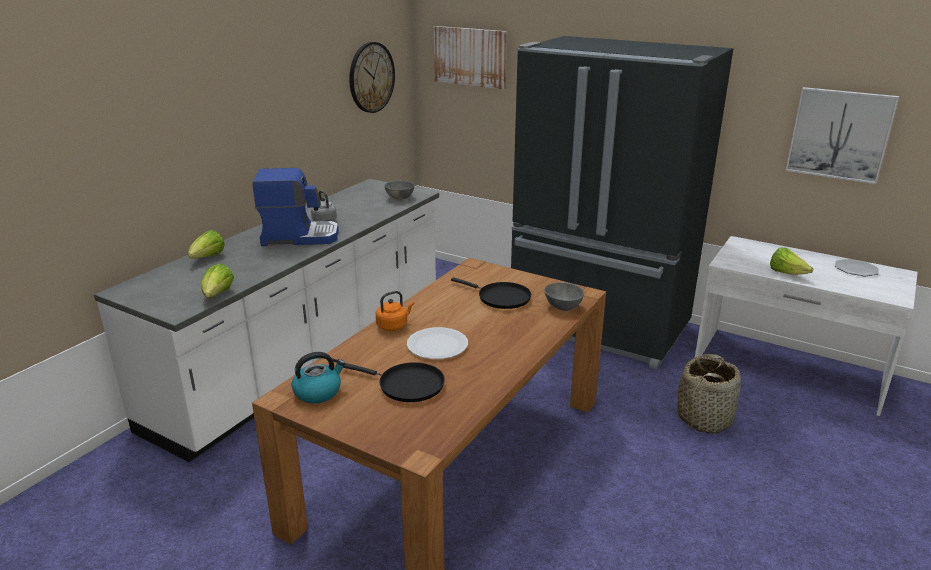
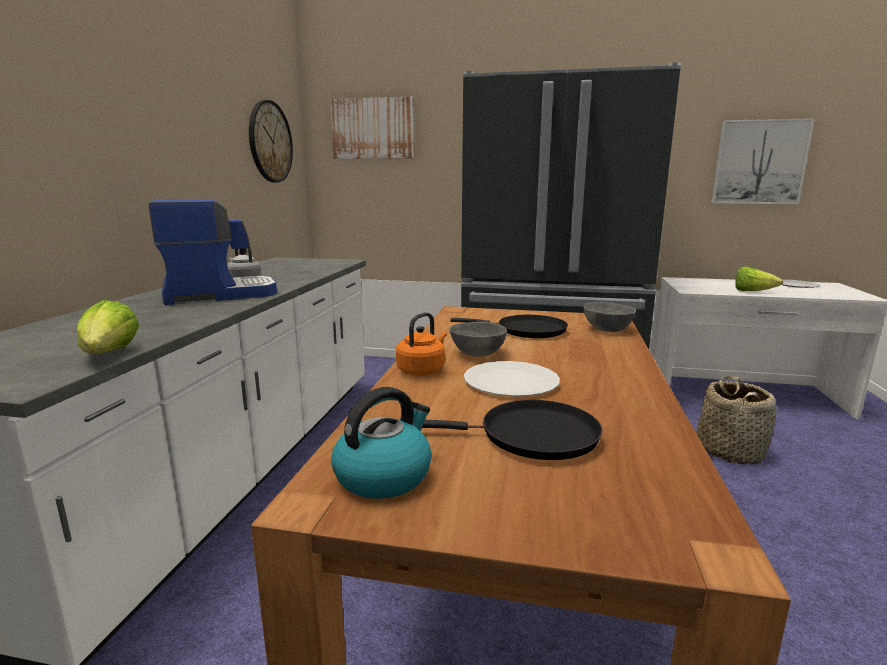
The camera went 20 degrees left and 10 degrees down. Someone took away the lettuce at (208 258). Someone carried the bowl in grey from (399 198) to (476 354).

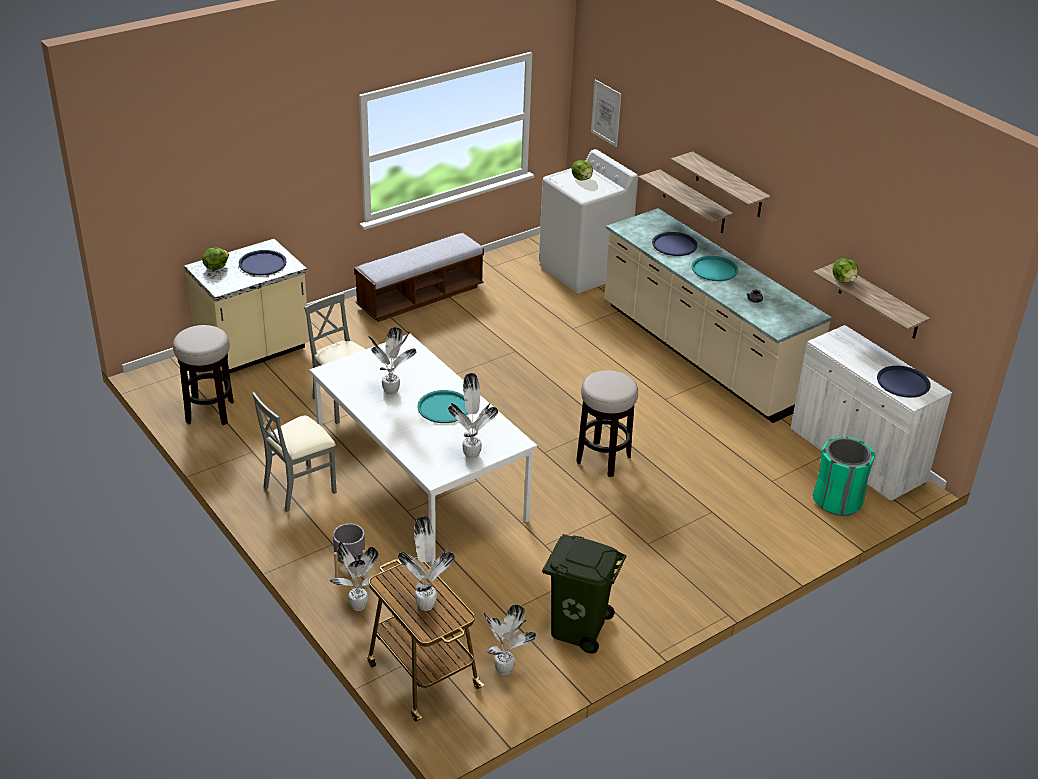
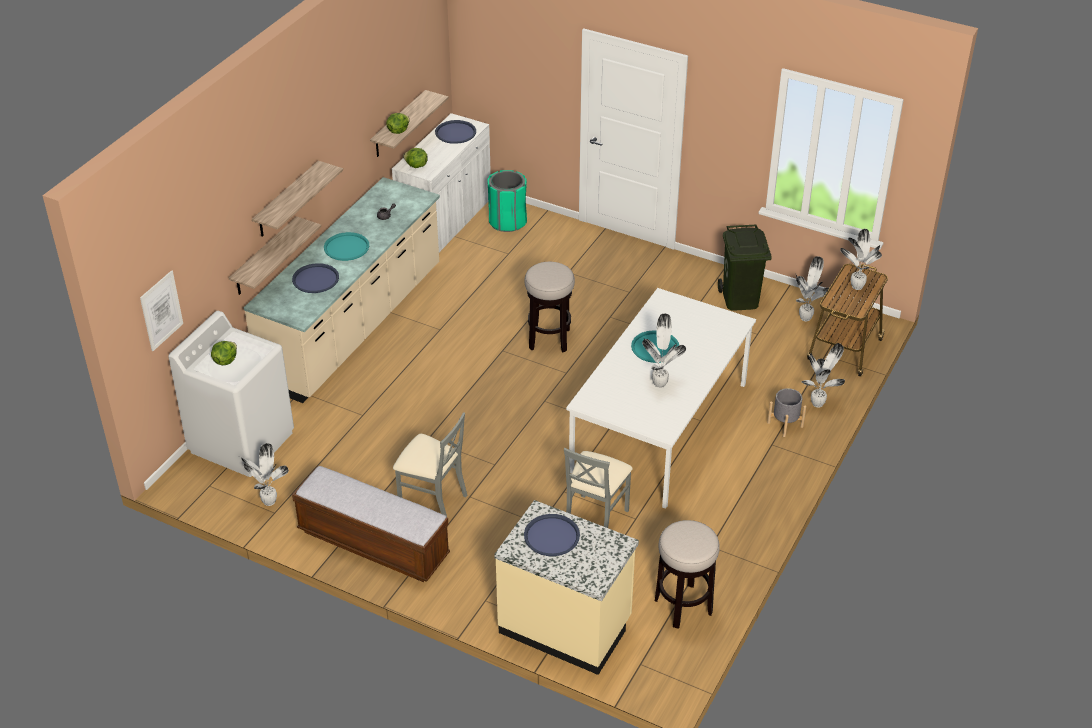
The camera went 115 degrees left and 5 degrees up. Someone carried the lettuce from (216 267) to (416 166). Someone carried the chair in grey from (300 488) to (432 500). Someone carried the potted plant from (471 453) to (268 502).

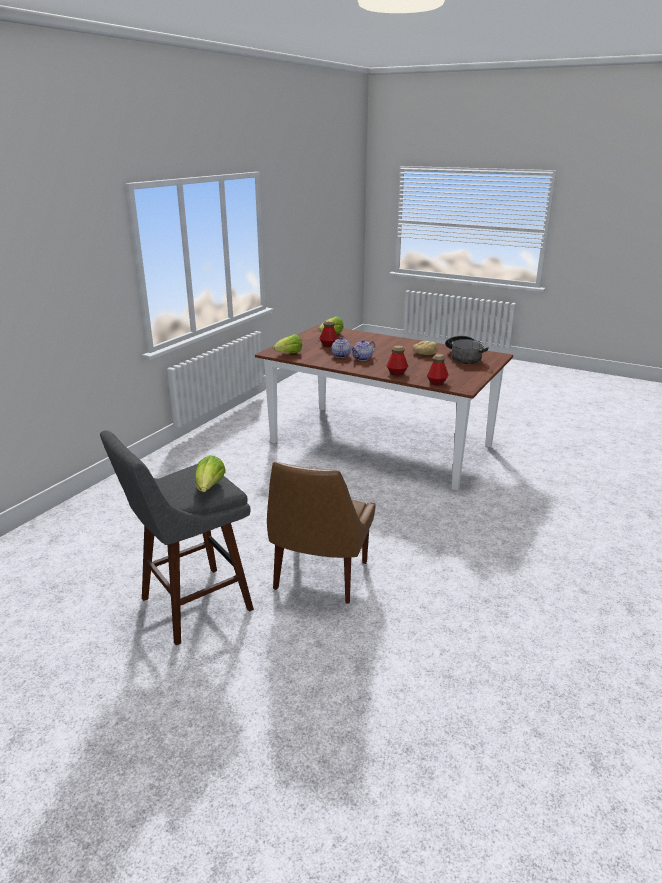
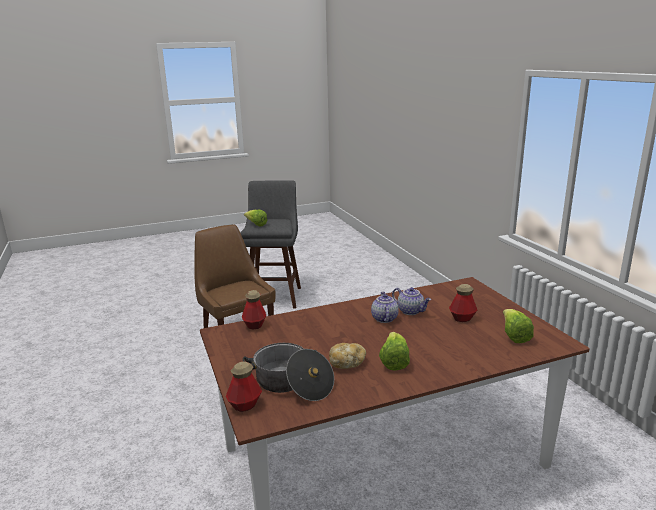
The camera went 130 degrees right and 5 degrees down. Someone carried the lettuce from (289 354) to (394 362). Someone carried the bottle from (397 373) to (245 405).

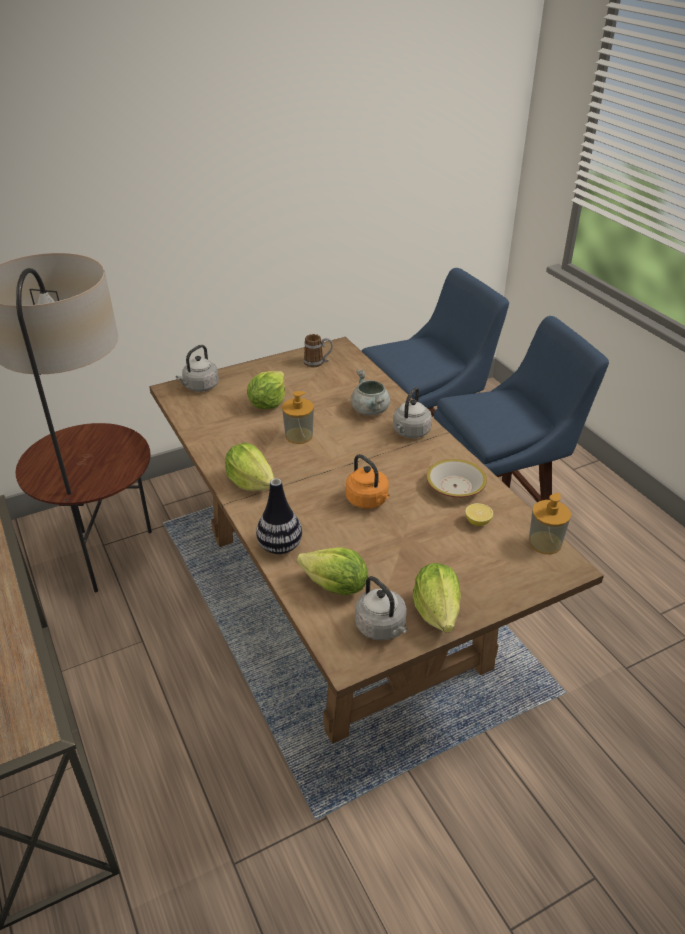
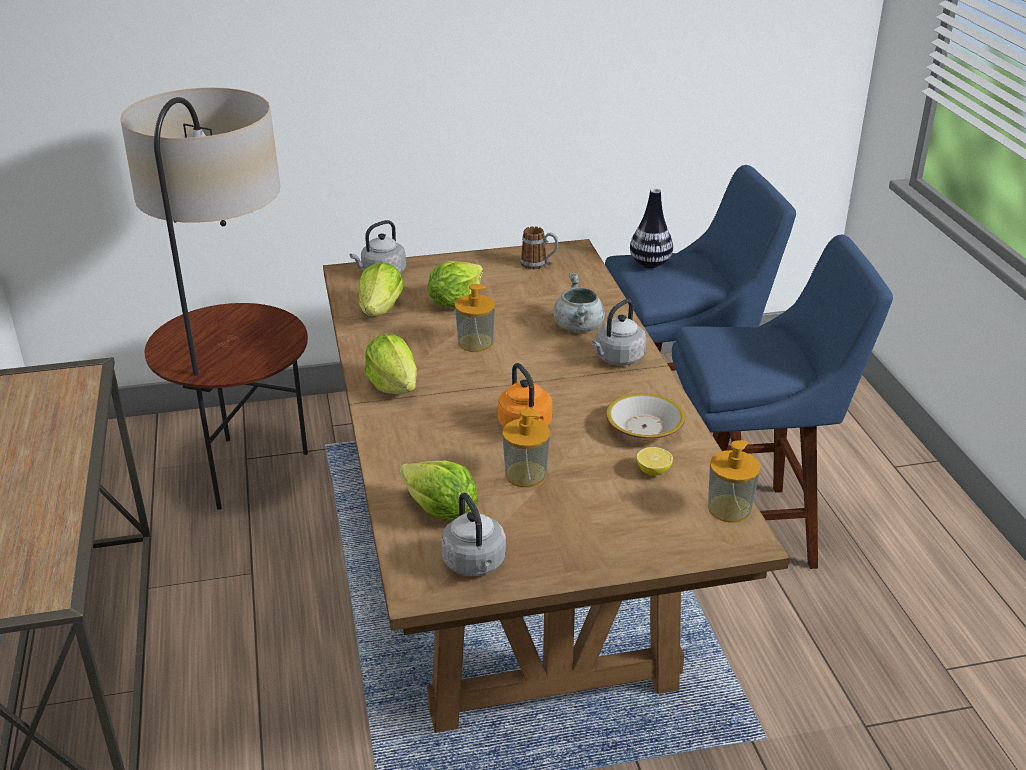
The camera went 15 degrees right and 5 degrees down. Someone put down the soap dispenser at (525 474). Someone carried the vase from (280 546) to (650 264). Someone carried the lettuce from (437 611) to (381 309).

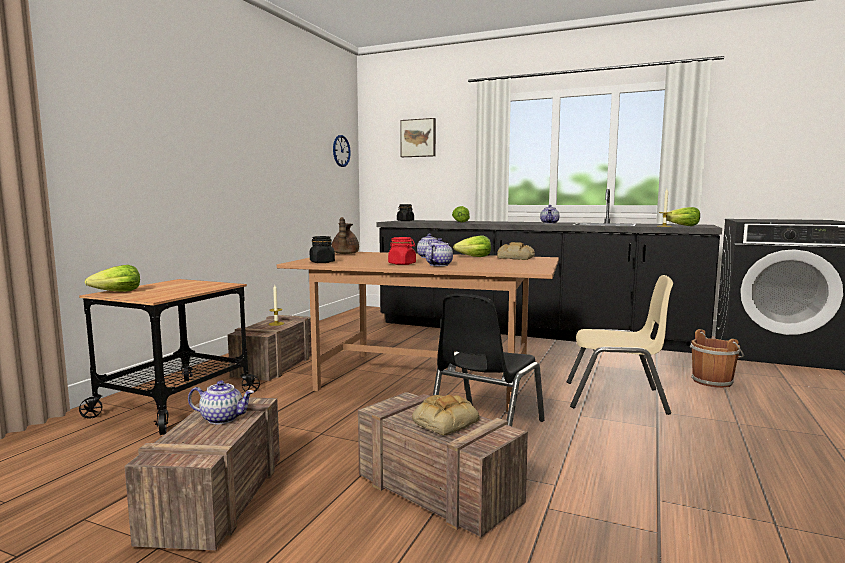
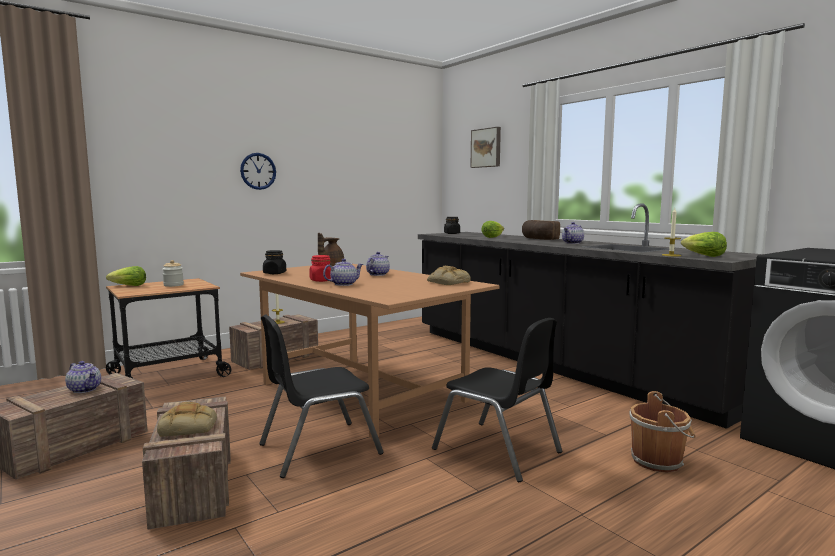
The camera went 30 degrees right and 0 degrees up. Someone took away the lettuce at (474 257). Someone put down the jar at (173 285). Someone put down the bread at (538 239). Someone carried the wall clock from (341 151) to (258 171). Someone repainted the chair in beige at (615 398), which became the chair in black at (497 451).

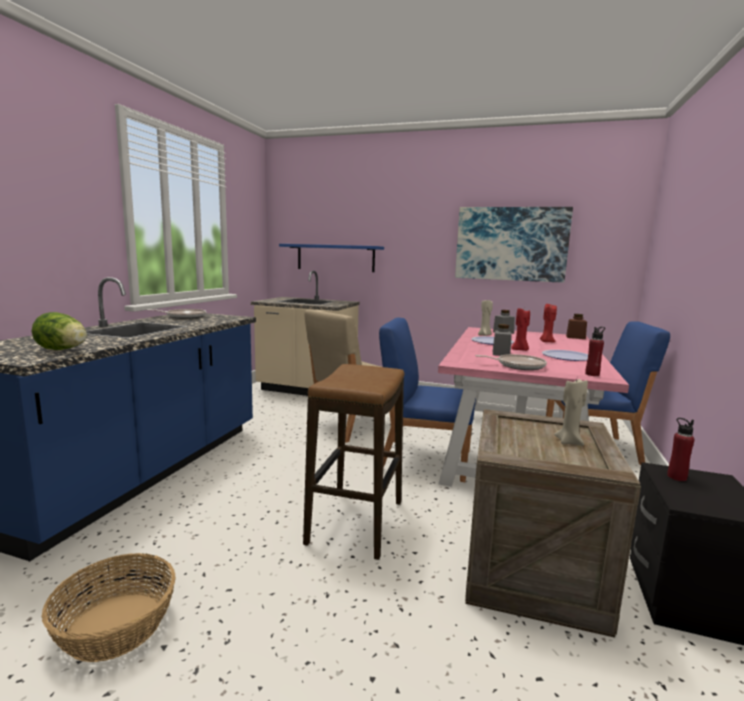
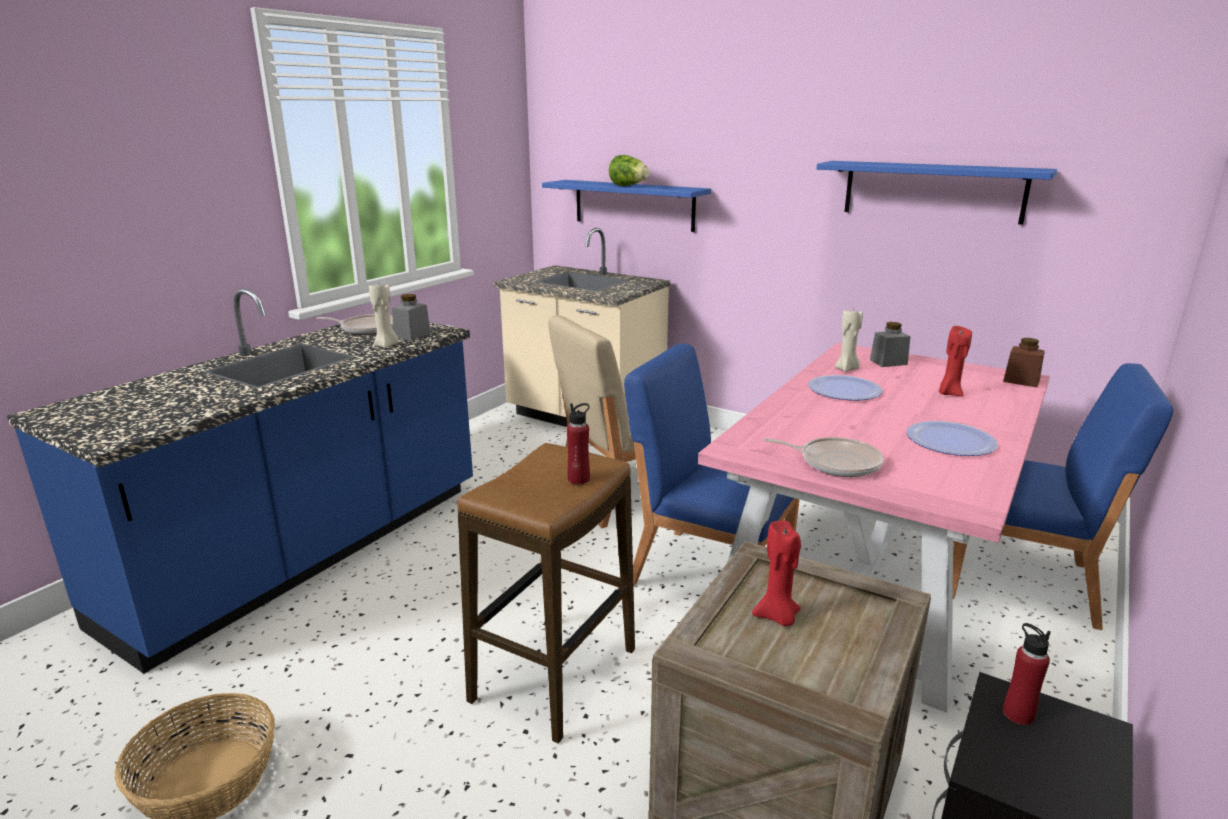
The camera went 15 degrees right and 10 degrees up. Someone carried the lettuce from (64 350) to (628 186). Someone carried the jar in grey from (501 353) to (412 335). Someone carried the candle in red from (520 350) to (777 617). Someone carried the candle in beige from (569 442) to (386 345). Someone carried the bottle in red from (592 374) to (579 479). Someone swapped the picture at (511 244) for the shelf in blue at (933 191).

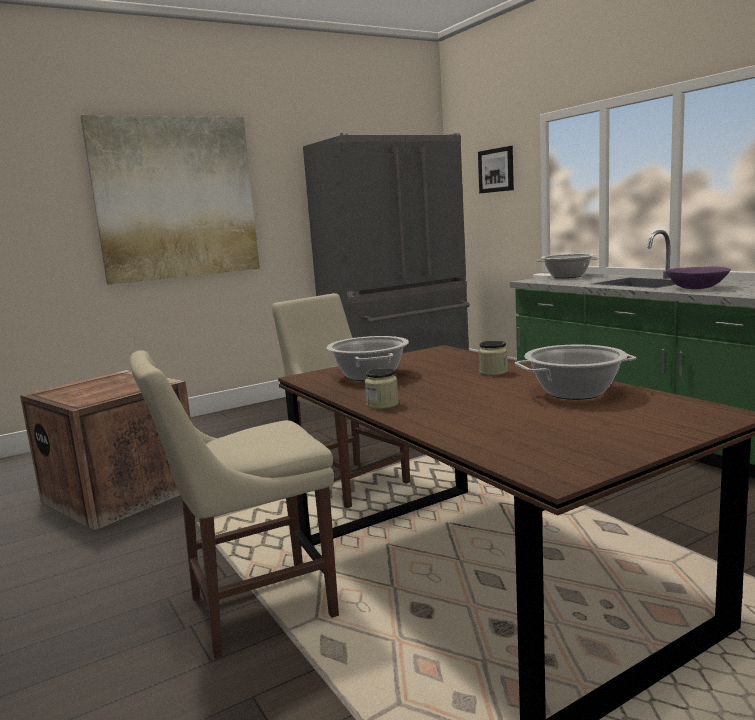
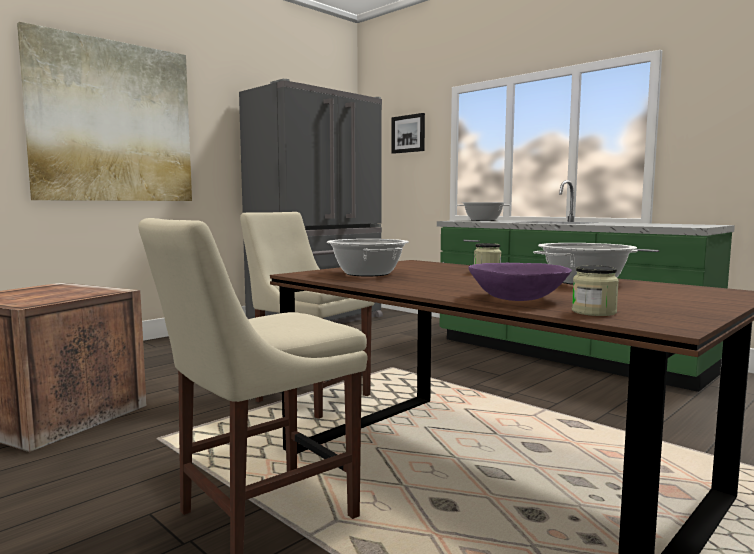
The camera went 15 degrees left and 5 degrees down. Someone carried the jar from (382 404) to (593 312). Someone carried the bowl in purple from (696 288) to (517 299).

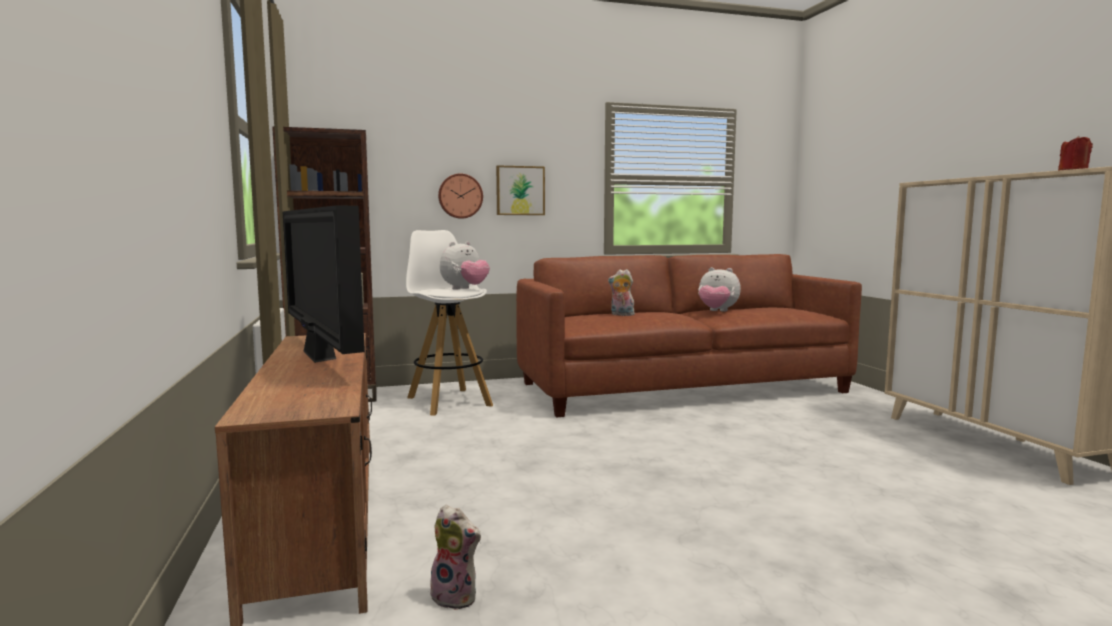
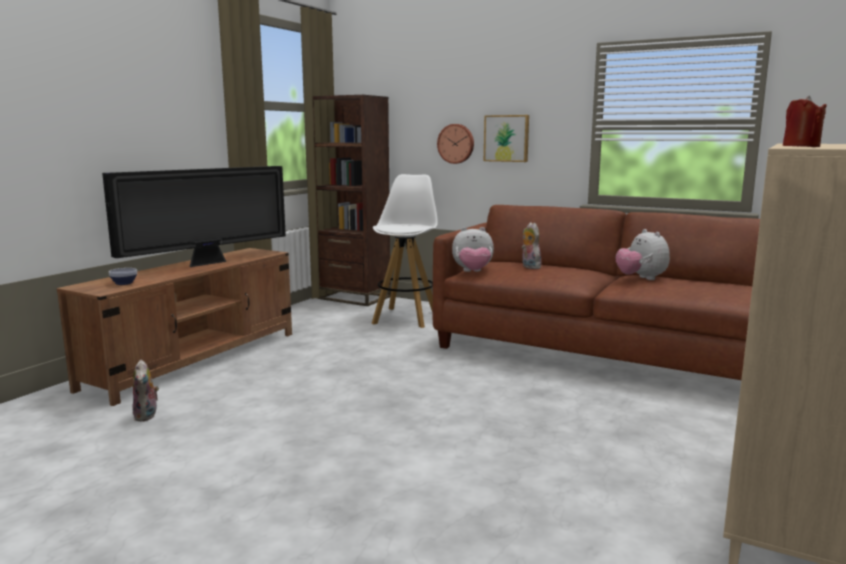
The camera went 45 degrees right and 5 degrees up. Someone put down the bowl at (124 283). Someone carried the plush toy from (465 289) to (473 272). Someone rotated the television at (318 356) by 150 degrees counterclockwise.

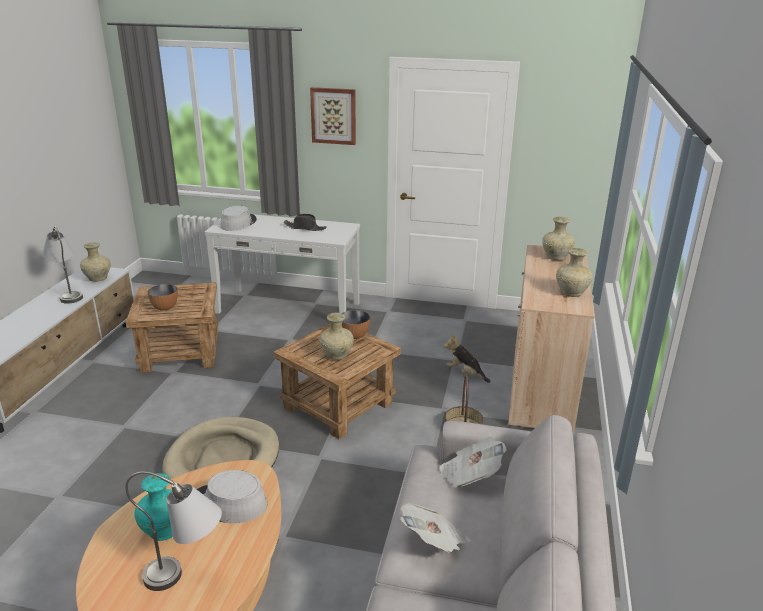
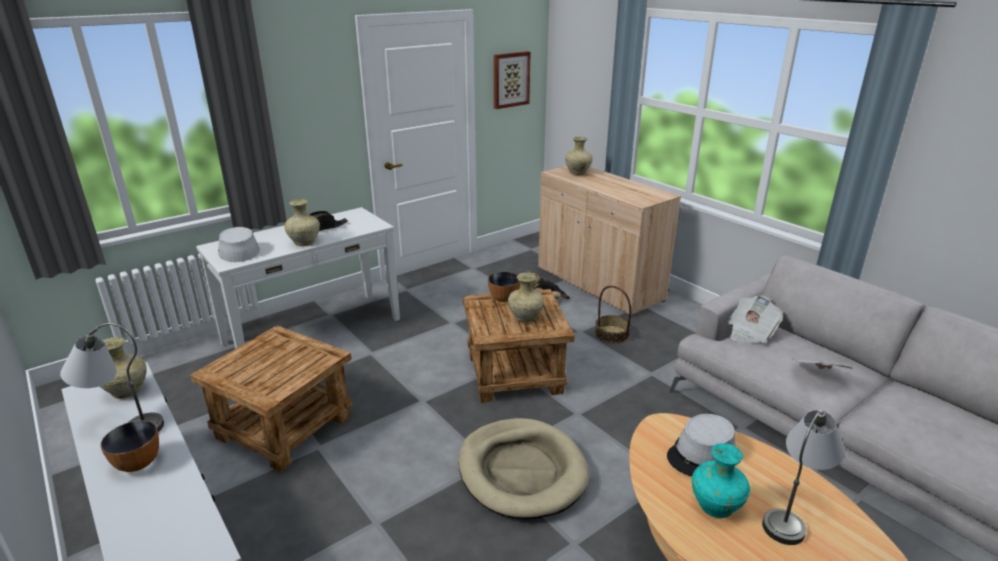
The camera went 50 degrees left and 0 degrees up. Someone carried the bowl from (165 308) to (138 463). Someone carried the picture from (333 116) to (510 79). Someone carried the vase in beige from (572 293) to (305 243).

